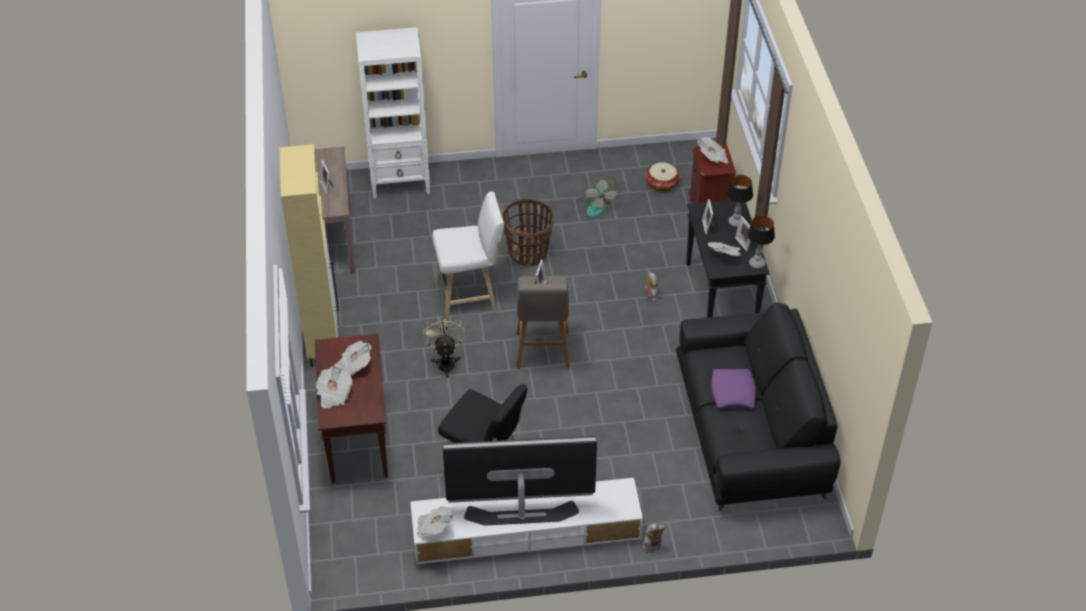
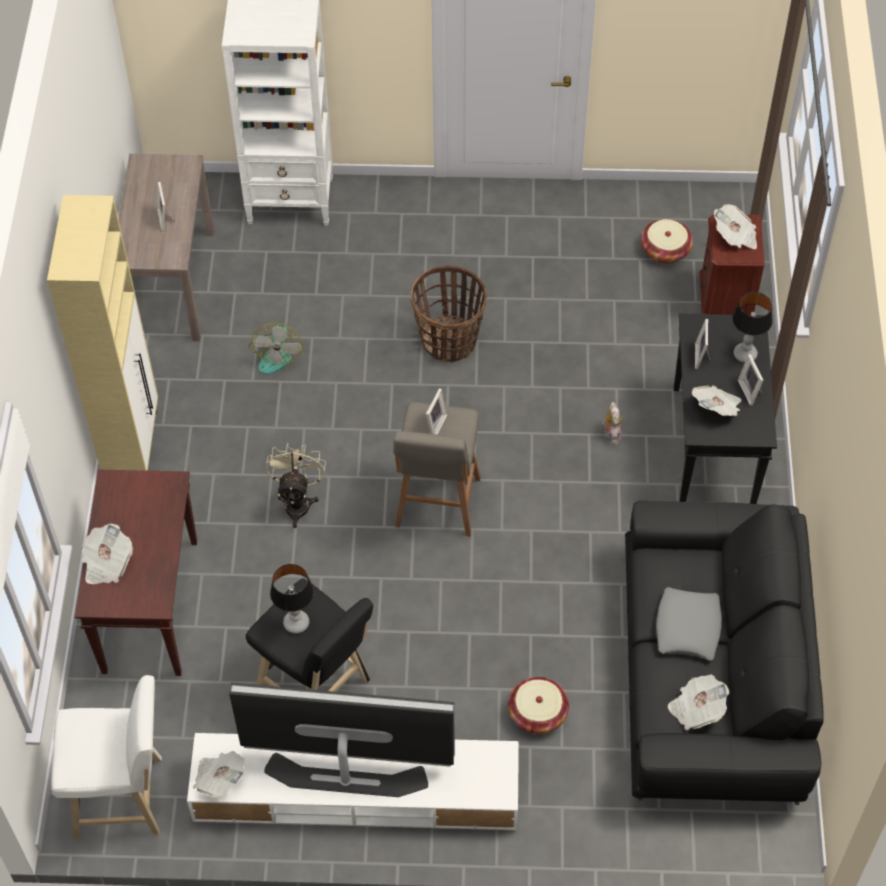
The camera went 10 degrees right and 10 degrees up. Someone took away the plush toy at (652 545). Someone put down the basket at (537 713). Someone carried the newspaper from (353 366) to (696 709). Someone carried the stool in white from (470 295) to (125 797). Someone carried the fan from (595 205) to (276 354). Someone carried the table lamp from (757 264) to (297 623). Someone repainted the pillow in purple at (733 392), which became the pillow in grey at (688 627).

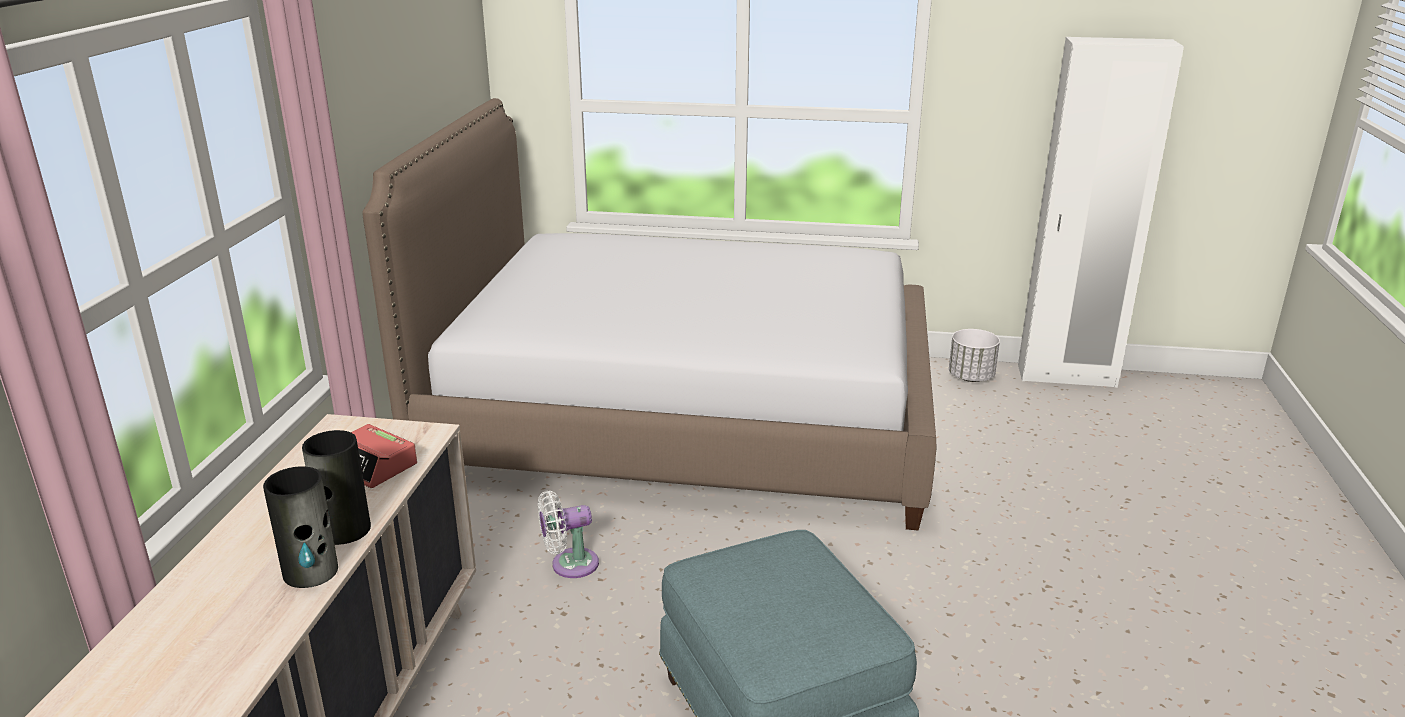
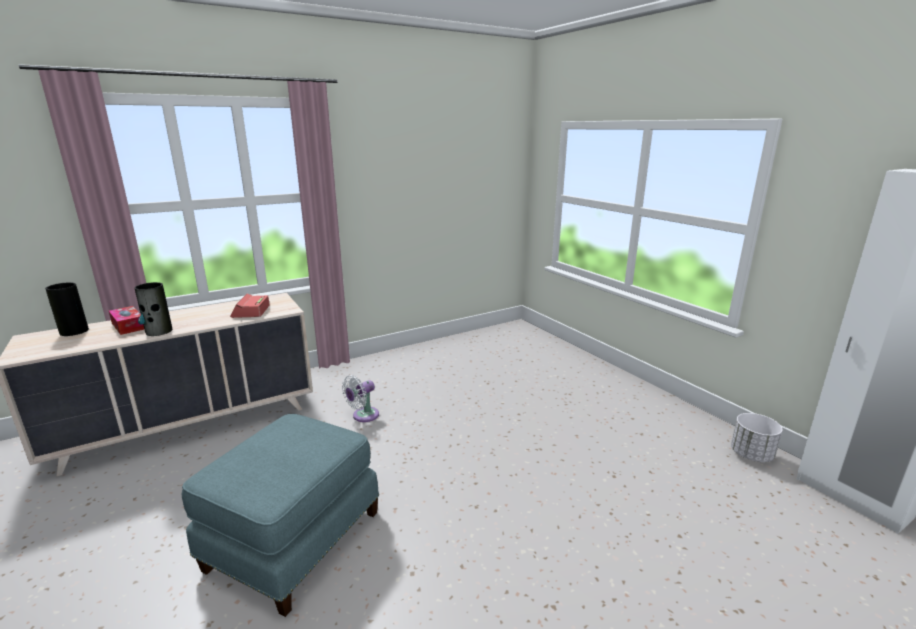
The camera went 50 degrees right and 5 degrees down. Someone took away the bed at (684 418). Someone put down the tissue box at (128 326). Someone carried the vase from (344 530) to (73 331). Someone rotated the fan in white at (569 565) by 75 degrees counterclockwise.

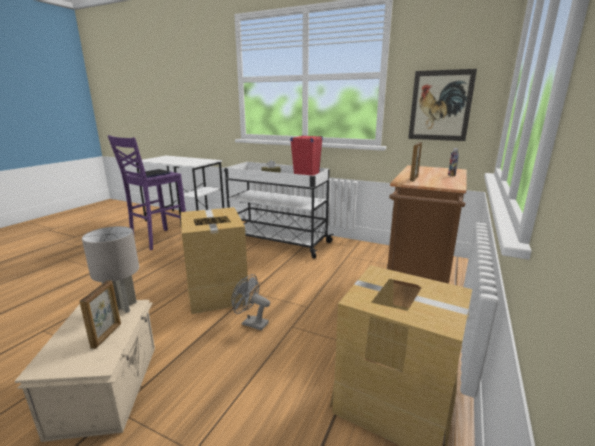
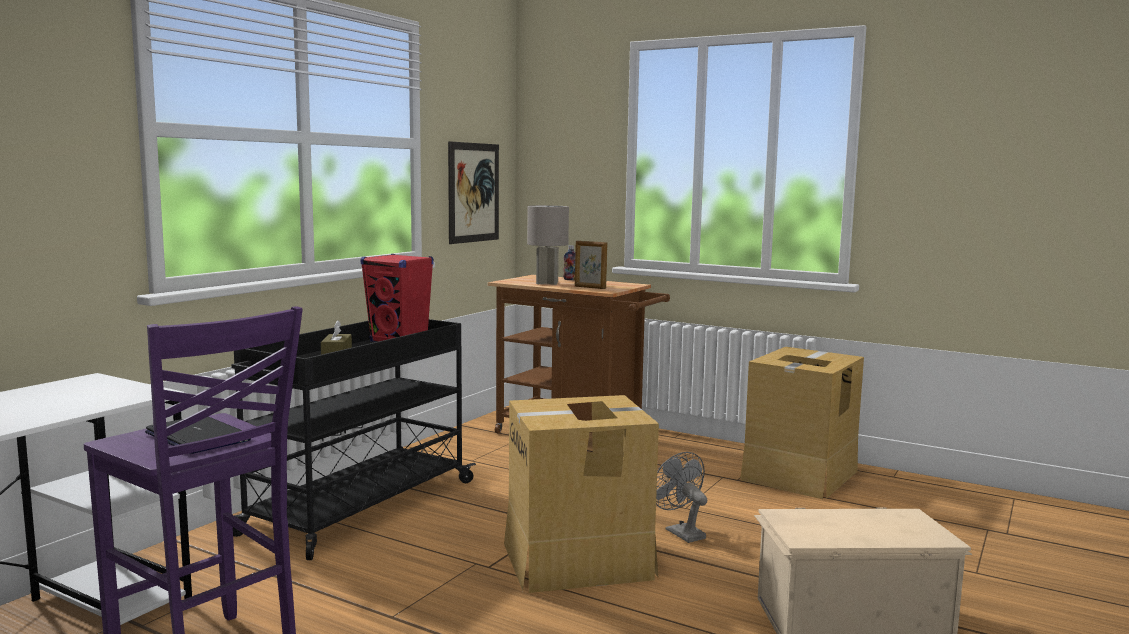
The camera went 85 degrees left and 10 degrees down. Someone took away the picture frame at (107 335). Someone carried the table lamp in grey from (122 306) to (546 283). Someone repainted the cart in white at (276 241), which became the cart in black at (358 508). Someone rotated the fan in grey at (251 323) by 120 degrees clockwise.

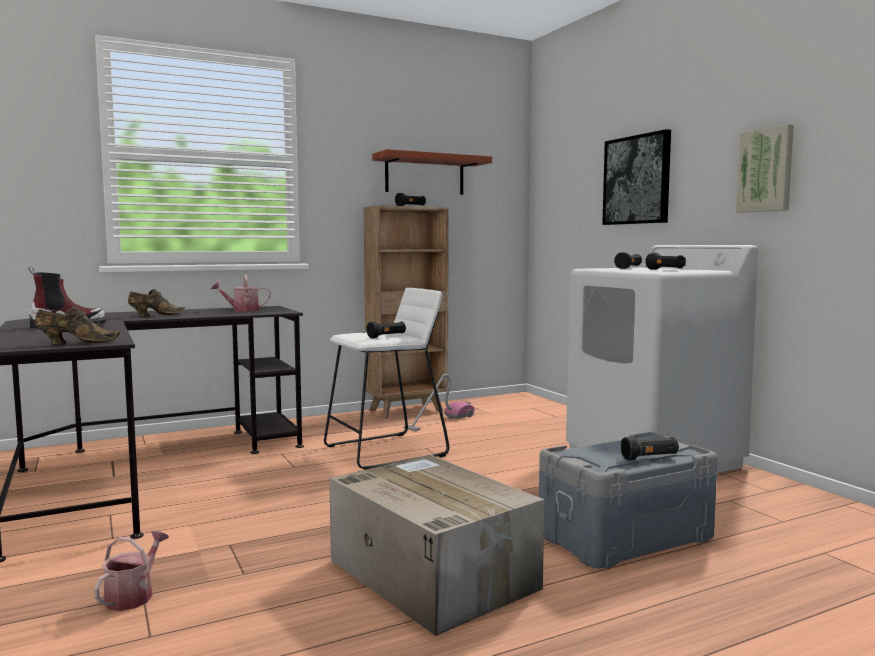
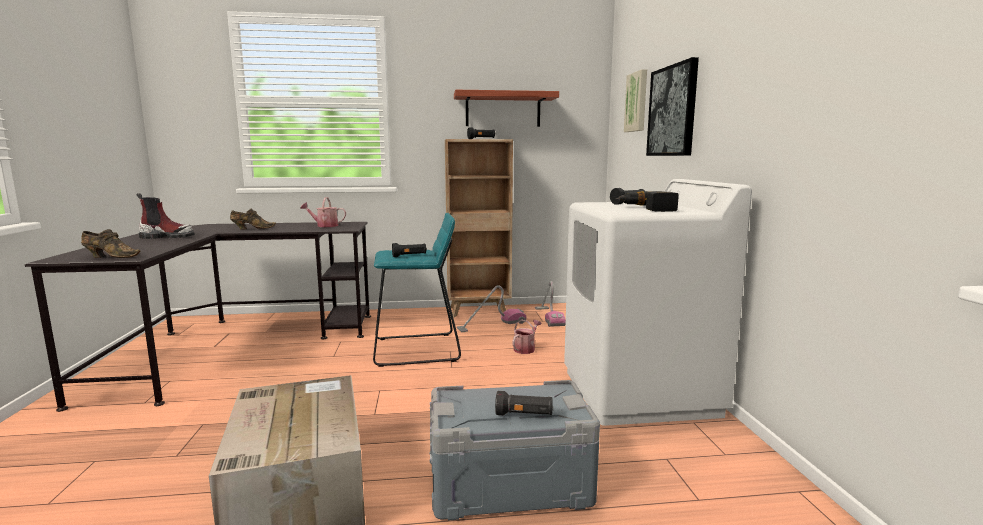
The camera went 20 degrees right and 5 degrees up. Someone put down the vacuum cleaner at (549 317). Someone carried the watering can from (133 595) to (526 348). Someone carried the picture from (766 170) to (637 102). Someone swapped the flashlight in black at (665 270) for the power drill at (647 209). Someone repainted the stool in white at (386 451), which became the stool in turquoise at (416 350).

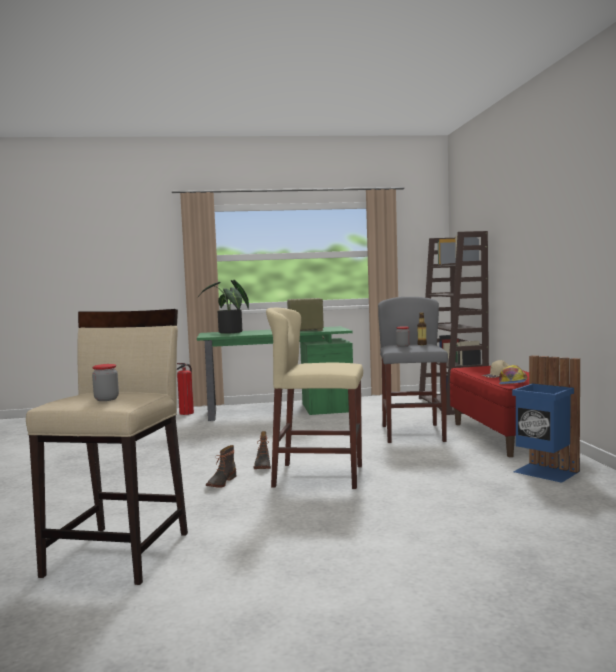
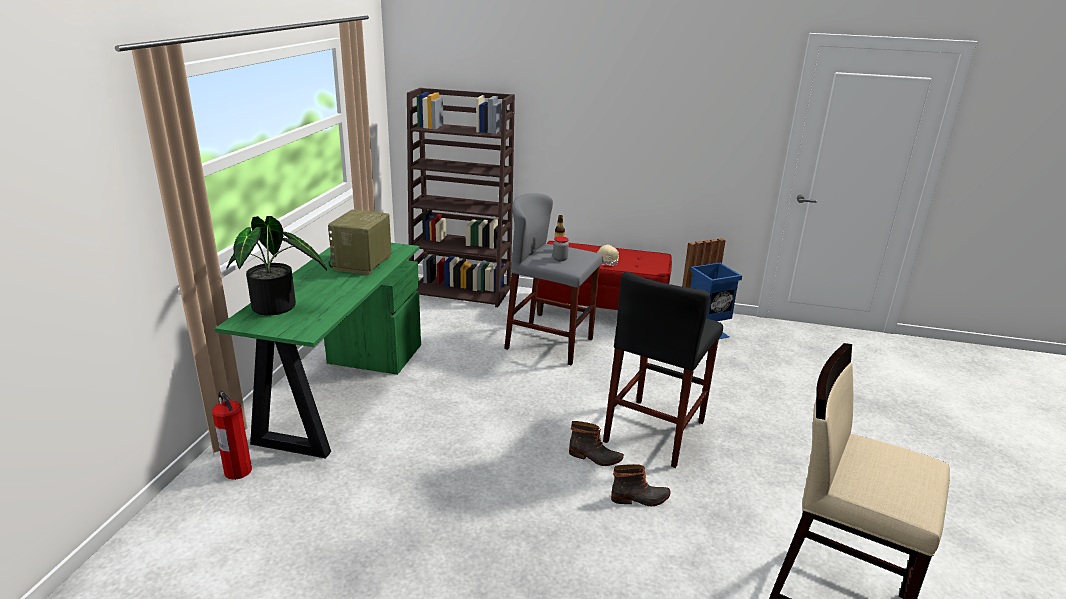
The camera went 70 degrees left and 20 degrees up. Someone took away the jar at (106 399). Someone took away the cap at (512 382). Someone repainted the stool in beige at (319 476), which became the stool in black at (655 431). Someone rotated the boot at (220 482) by 45 degrees counterclockwise.

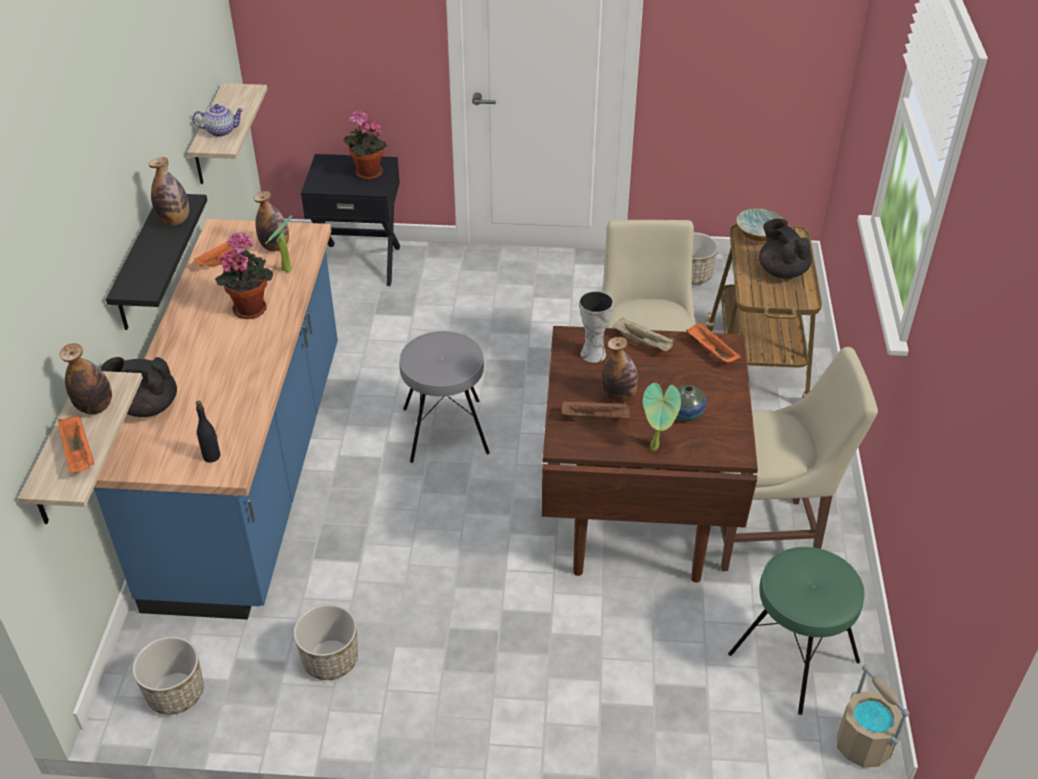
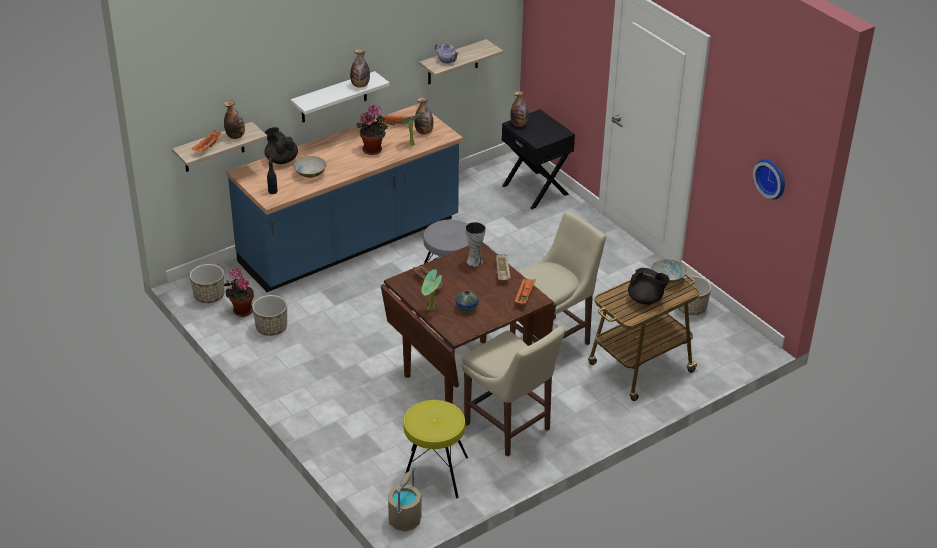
The camera went 50 degrees right and 5 degrees down. Someone put down the bowl at (310 173). Someone put up the wall clock at (772 178). Someone carried the potted plant from (367 174) to (241 310). Someone carried the bottle from (619 395) to (519 124). Someone repainted the shelf in black at (140 265), which became the shelf in white at (334 98). Someone repainted the stool in green at (794 658), which became the stool in yellow at (433 473). Someone rotated the teapot in black at (782 270) by 90 degrees clockwise.

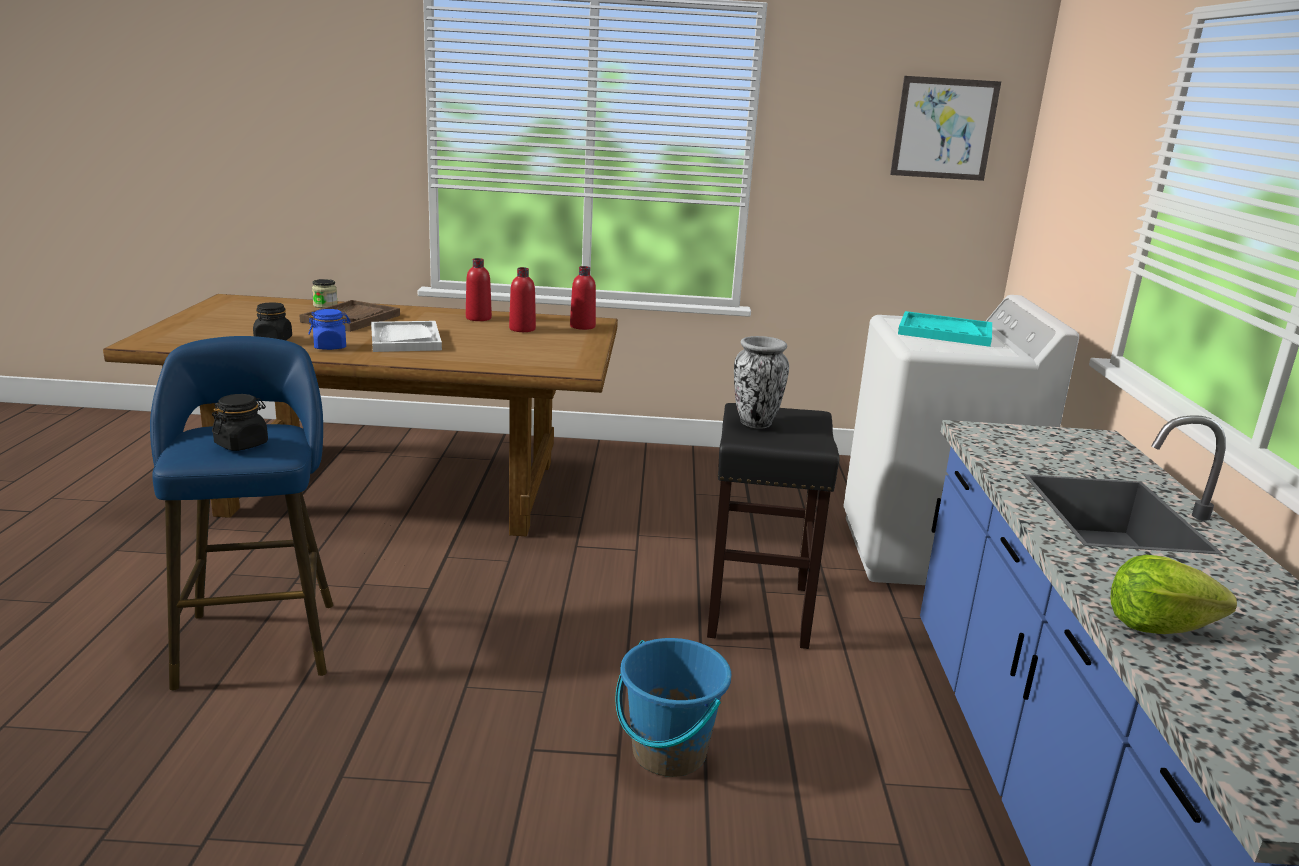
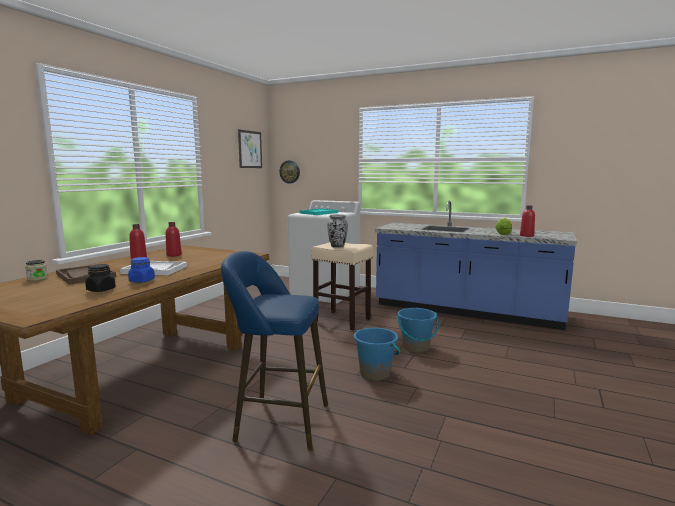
The camera went 65 degrees left and 10 degrees down. Someone took away the jar in black at (242 444). Someone put up the wall clock at (289 172). Someone put down the bucket in blue at (375 373). Someone carried the bottle in red from (582 326) to (526 236). Someone repainted the stool in black at (758 612), which became the stool in beige at (342 320).

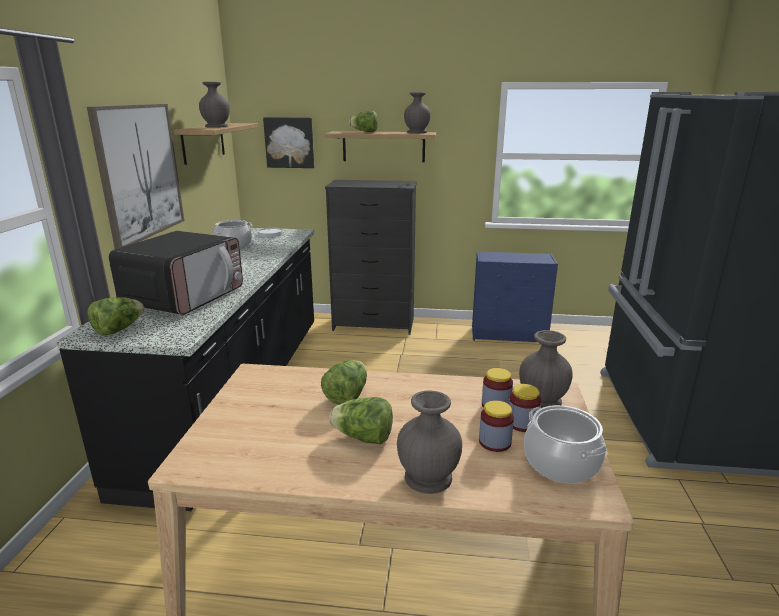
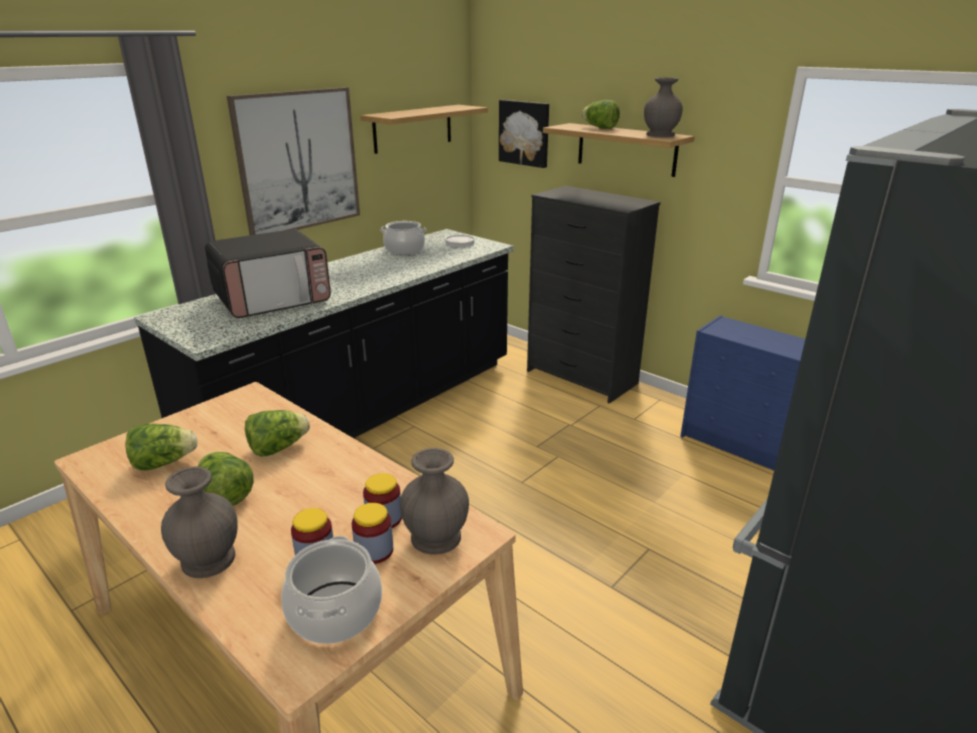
The camera went 35 degrees right and 5 degrees up. Someone took away the vase in grey at (217 126). Someone carried the lettuce from (118 330) to (164 463).

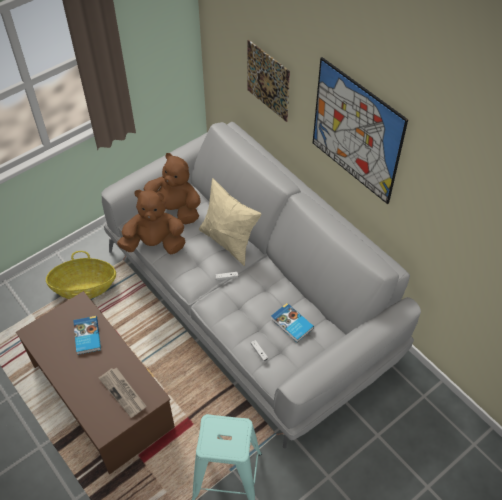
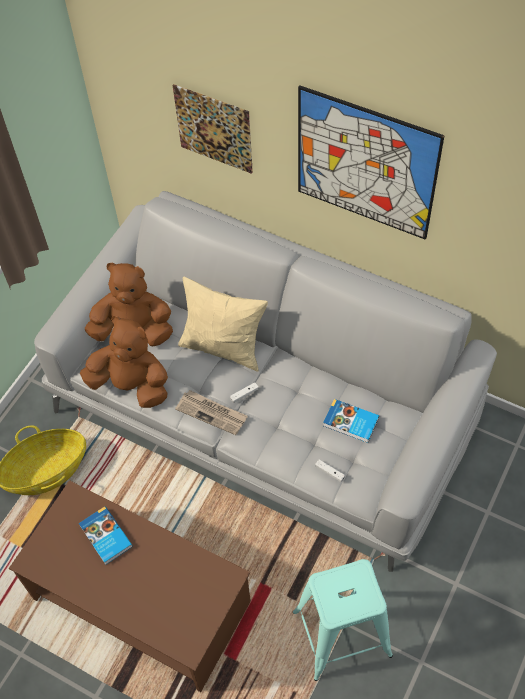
The camera went 20 degrees left and 5 degrees up. Someone carried the newspaper from (123 393) to (212 413). Someone rotated the plush toy in brown at (154 244) by 45 degrees clockwise.

